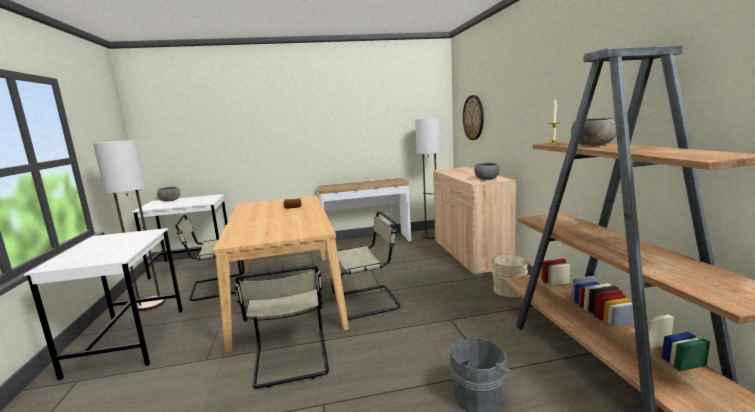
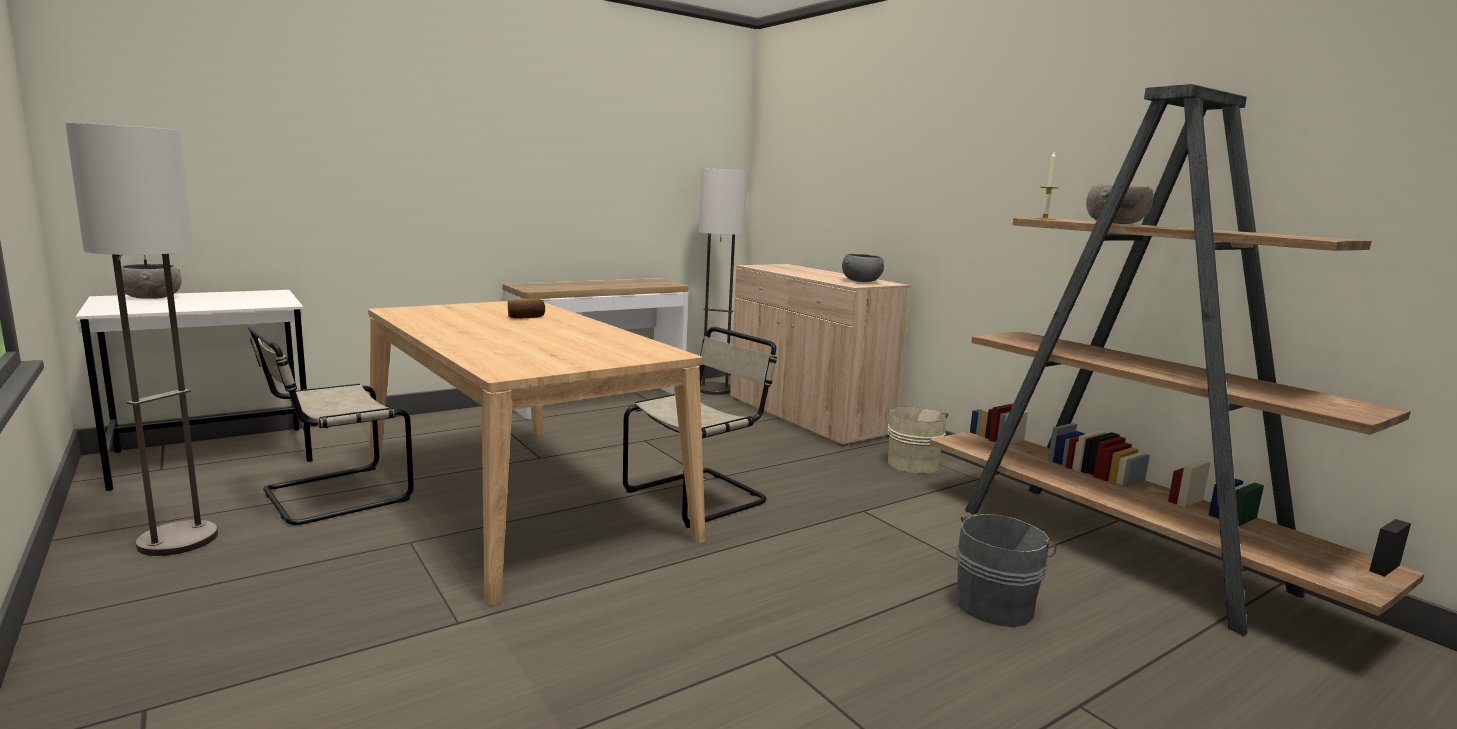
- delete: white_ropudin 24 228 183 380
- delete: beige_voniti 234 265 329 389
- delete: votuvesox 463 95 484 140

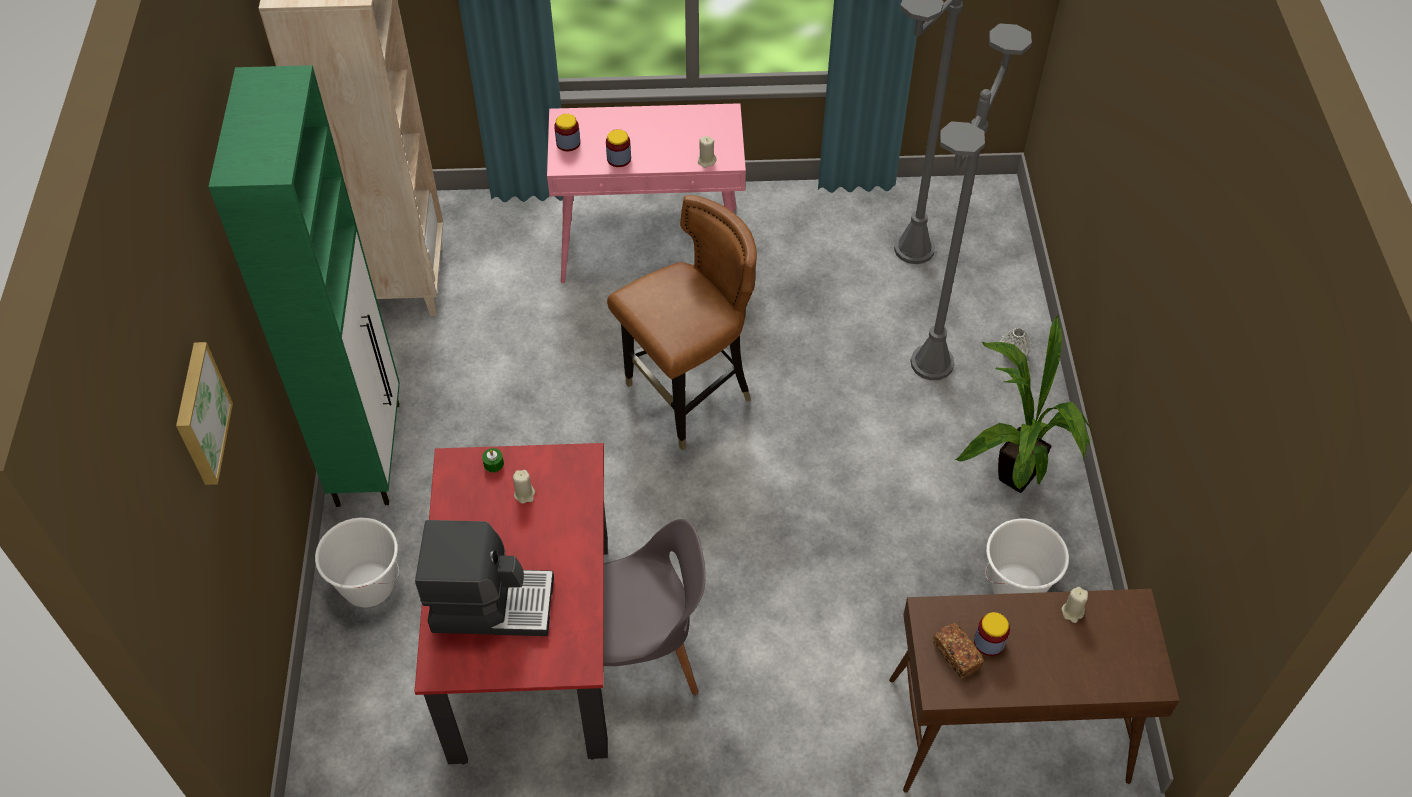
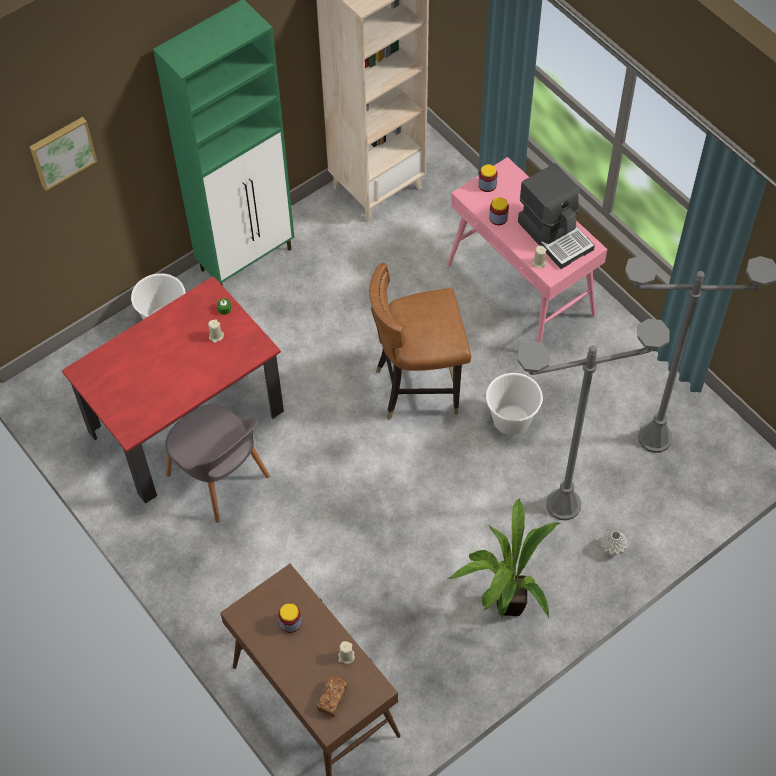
- move: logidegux 415 520 554 636 to 518 163 595 269
- move: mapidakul 933 623 984 679 to 317 676 348 717
- move: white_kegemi 985 519 1069 594 to 484 373 544 435
- rotate: brown_voniti 607 195 757 450 = 369 263 471 420 150 degrees clockwise

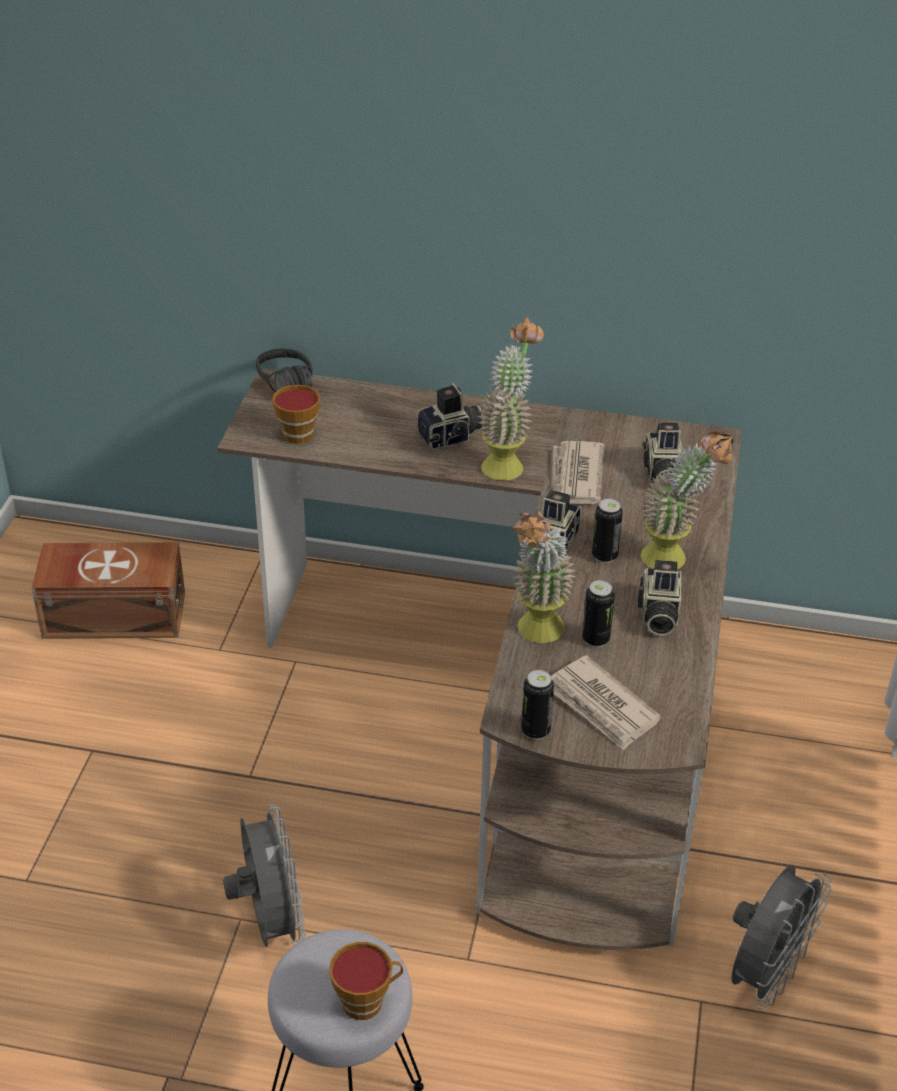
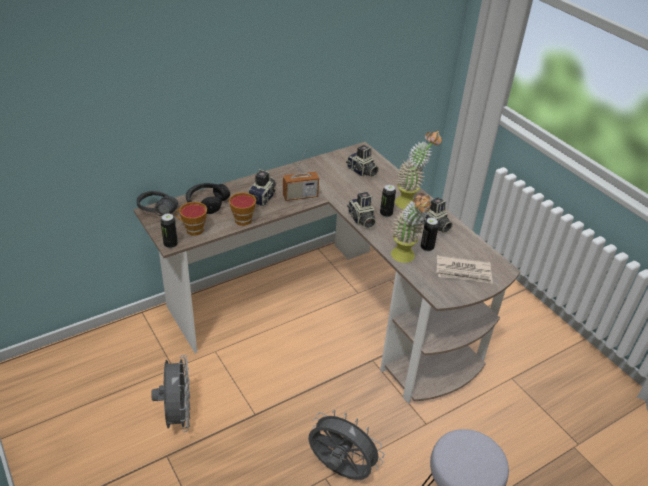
- delete: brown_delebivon 31 542 185 639
- delete: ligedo 553 441 605 504
- insert: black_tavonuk 186 183 230 214
- move: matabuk 329 942 403 1020 to 229 193 256 226
- move: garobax 521 670 554 740 to 160 214 178 249
- move: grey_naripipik 732 865 832 1009 to 151 355 190 432
- replace: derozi 477 317 544 480 to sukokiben 283 150 319 201

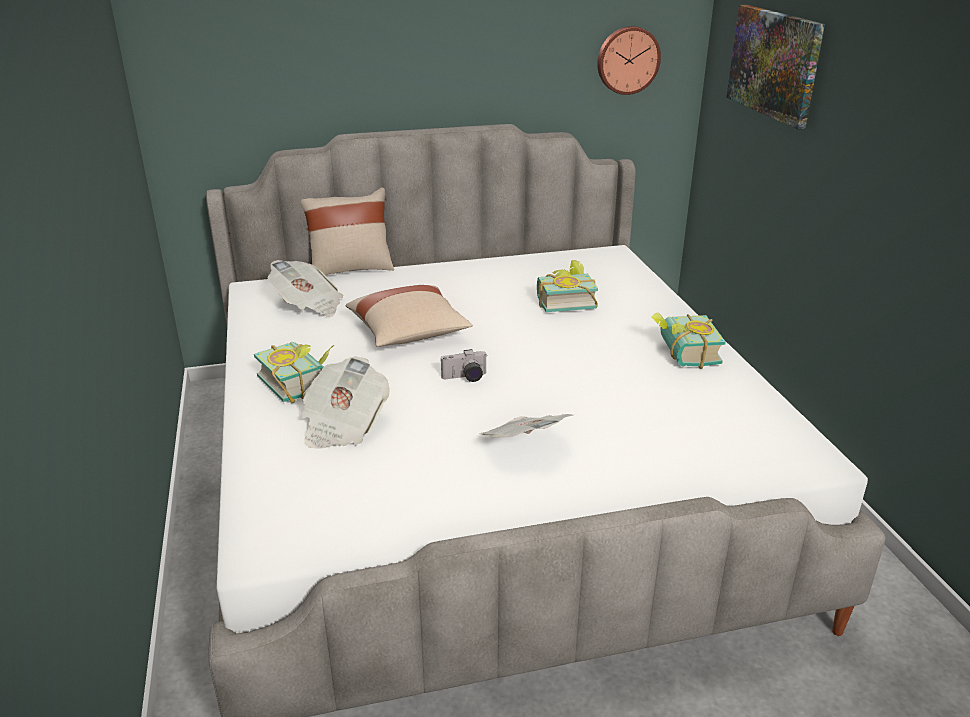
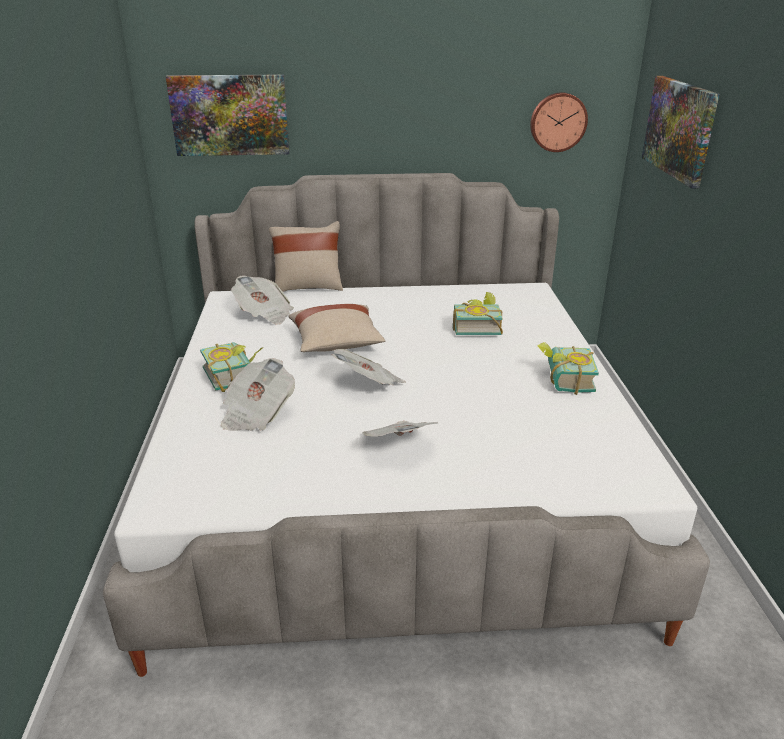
- insert: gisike 166 74 290 156
- replace: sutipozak 441 349 487 382 to ligedo 331 349 406 385

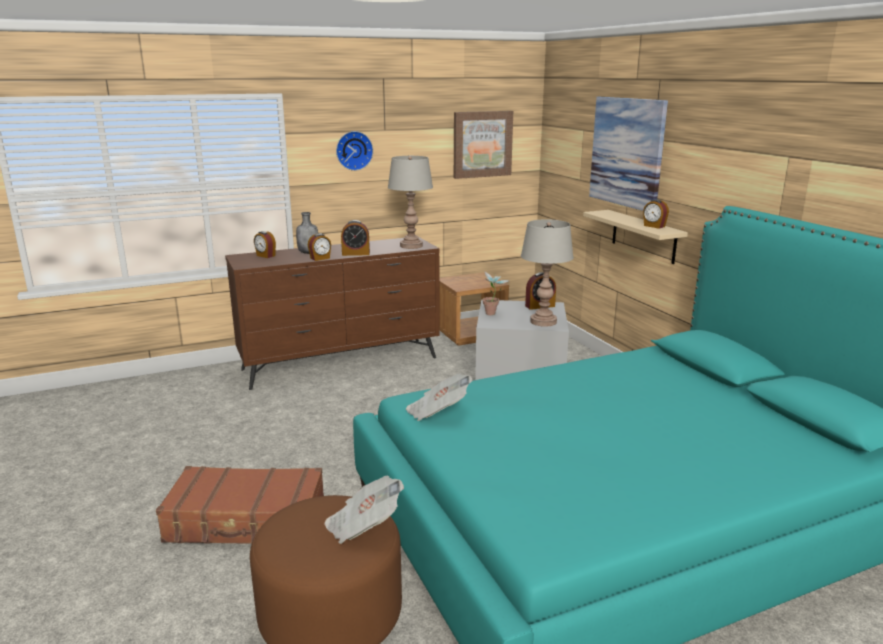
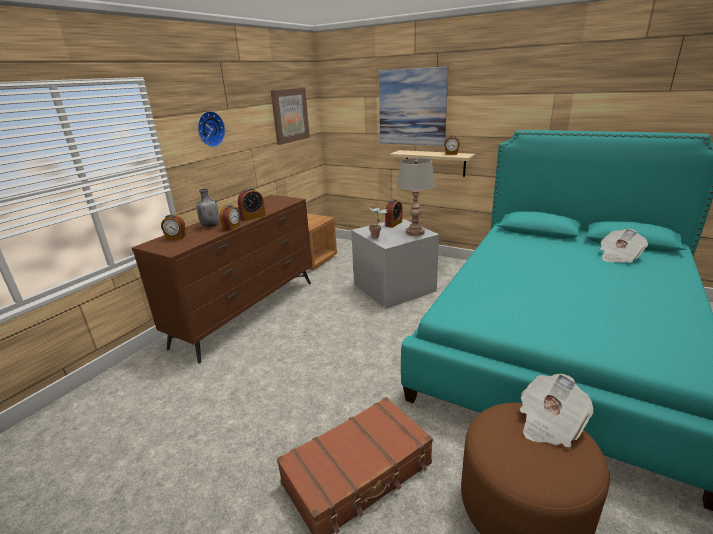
- delete: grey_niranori 388 156 433 249
- move: ligedo 406 373 473 421 to 600 229 648 263

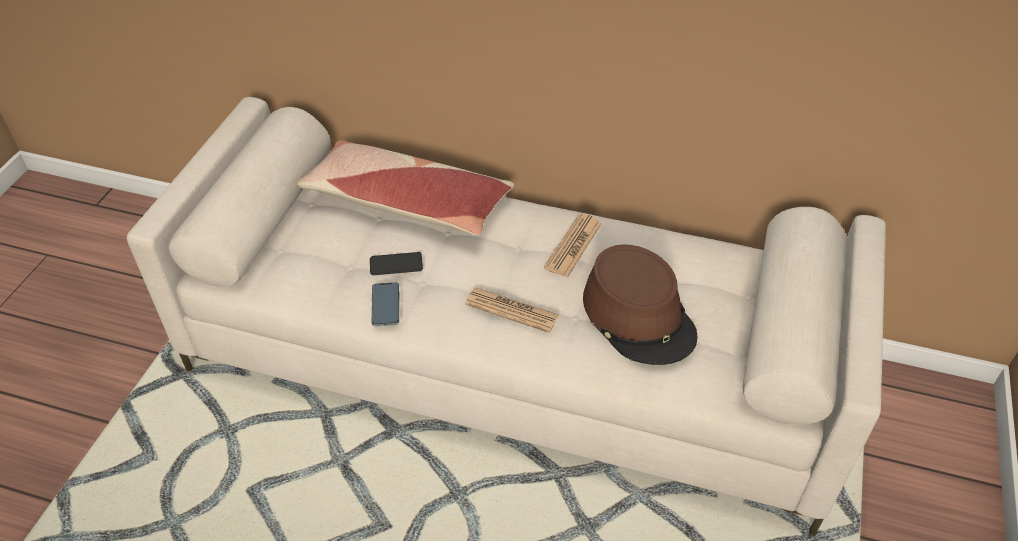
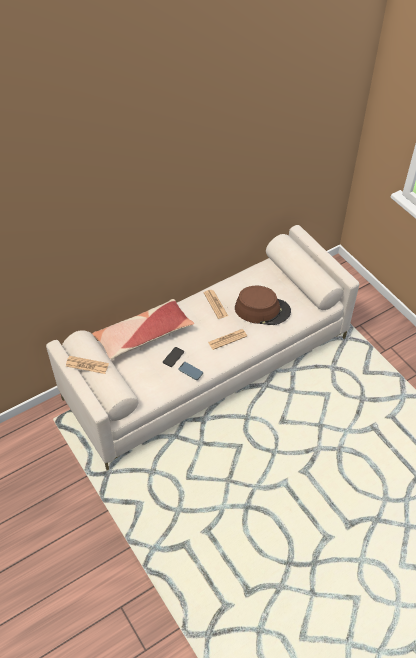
- insert: ligedo 66 356 109 374

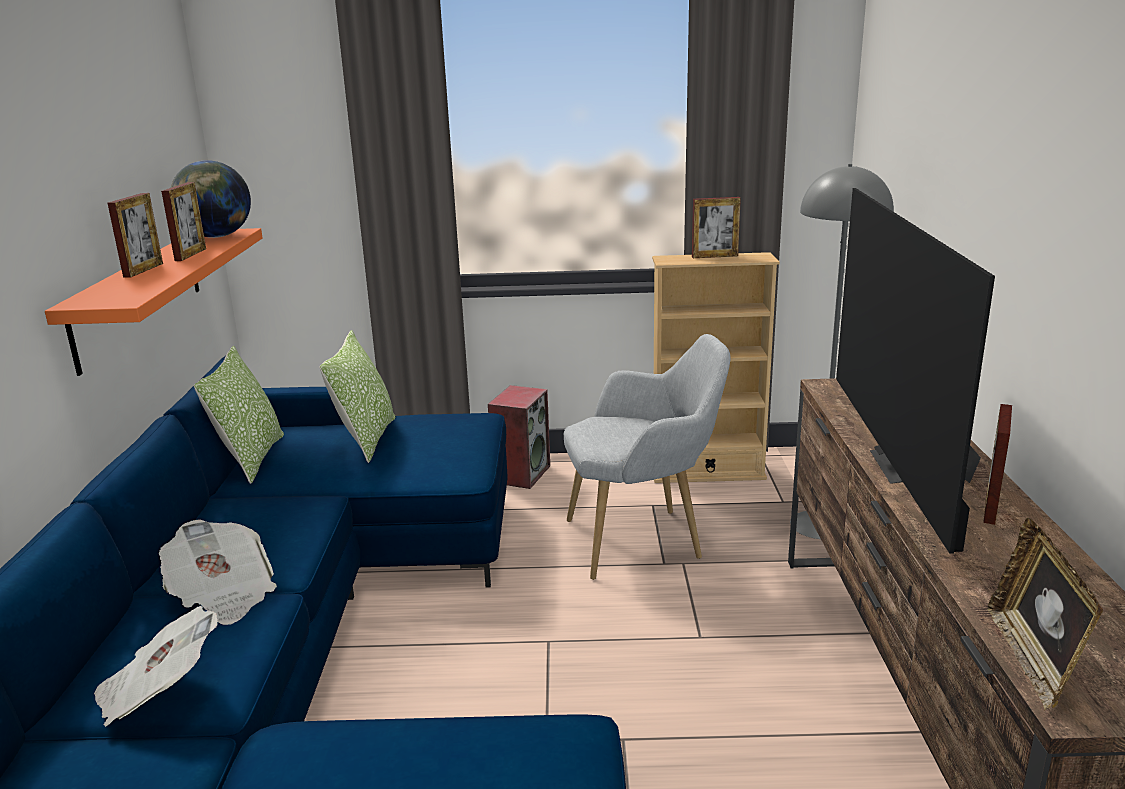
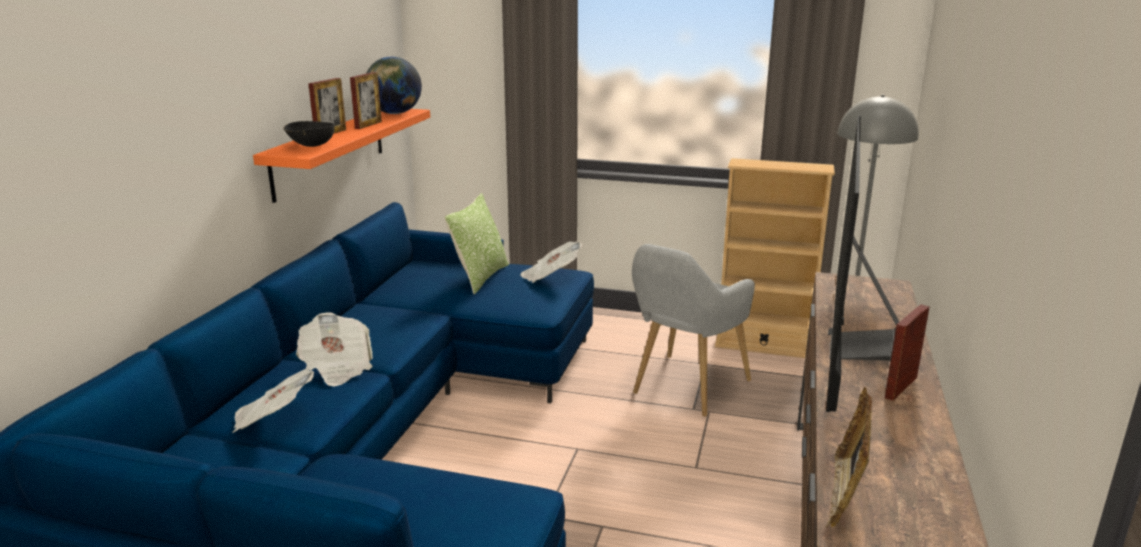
- delete: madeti 194 346 284 484
- delete: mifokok 488 385 550 489
- delete: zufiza 692 197 741 258
- insert: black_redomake 284 121 334 147
- insert: ligedo 520 241 583 283
- rotate: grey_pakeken 564 334 730 580 = 632 244 755 417 120 degrees clockwise

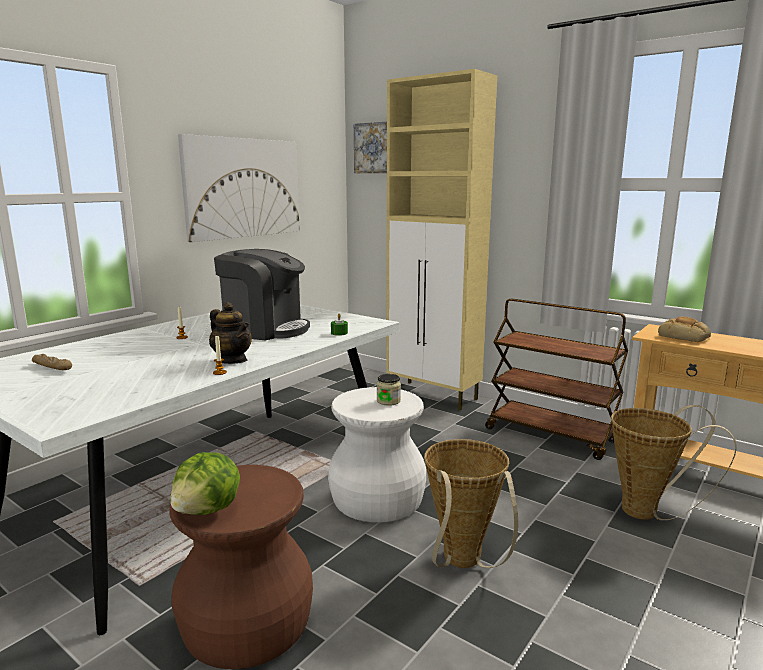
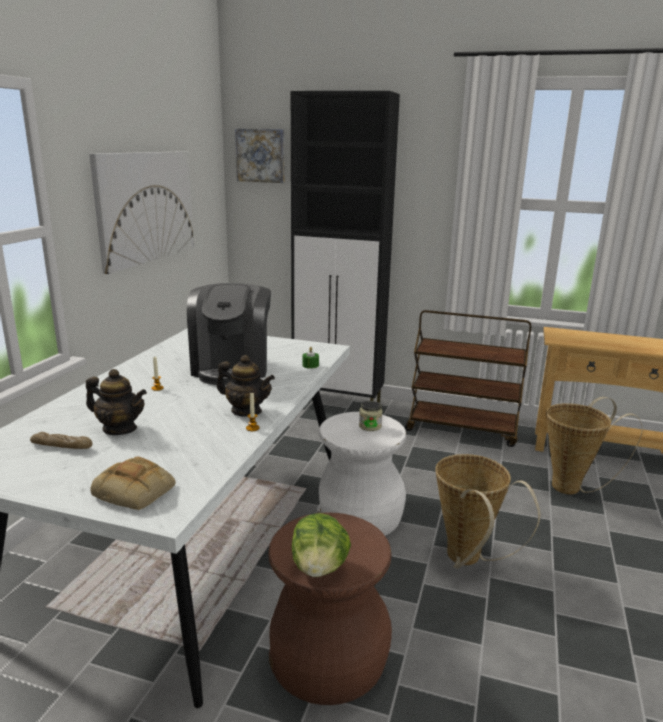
- insert: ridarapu 86 369 147 435
- move: mapidakul 658 316 711 342 to 90 456 176 510
- recolor: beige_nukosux 386 69 497 410 to black_nukosux 291 91 400 403
- rotate: logidegux 214 249 310 341 = 187 283 271 385 90 degrees clockwise

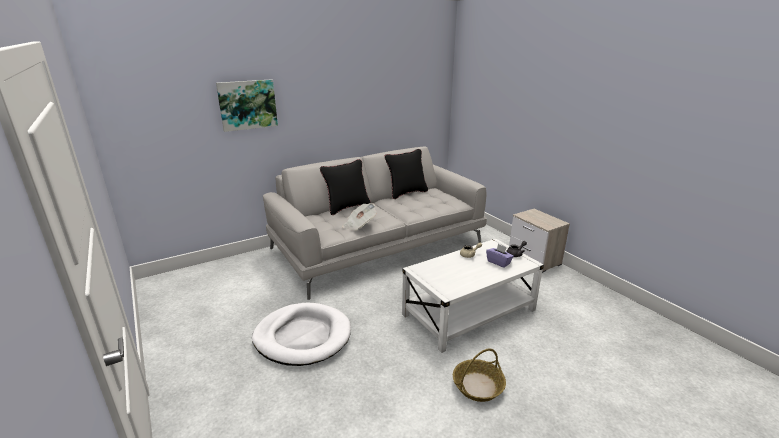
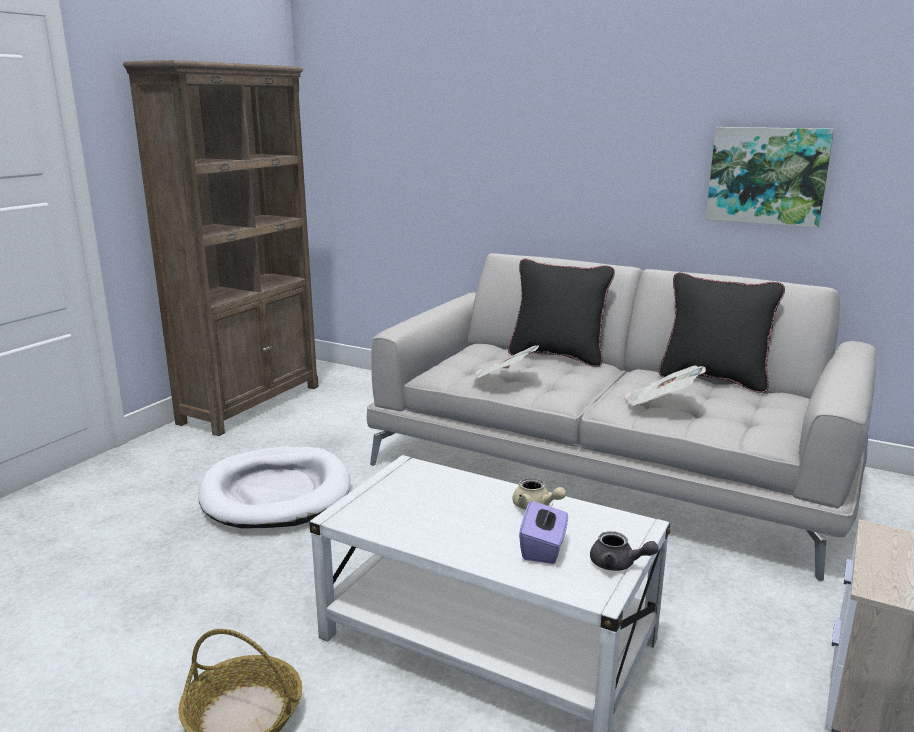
- insert: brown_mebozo 123 60 318 436
- insert: ligedo 625 365 706 407
- move: gisike 216 79 278 132 to 706 127 834 228

